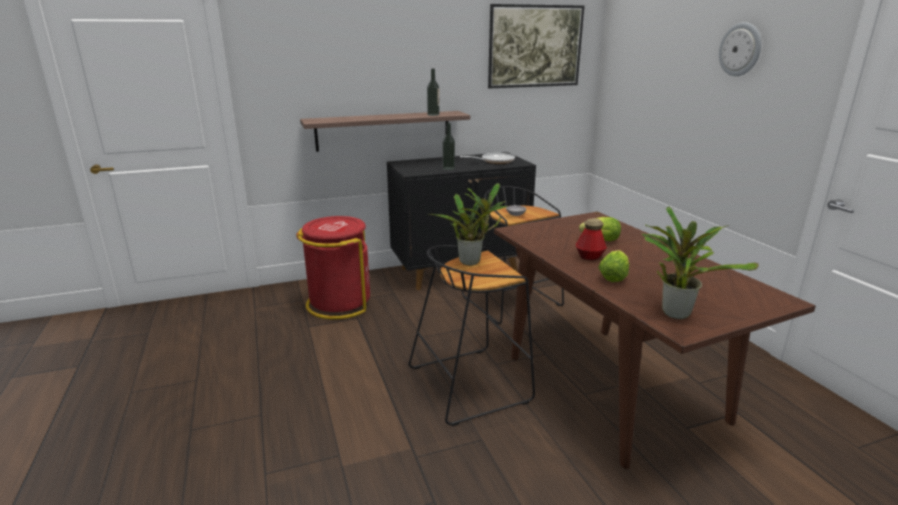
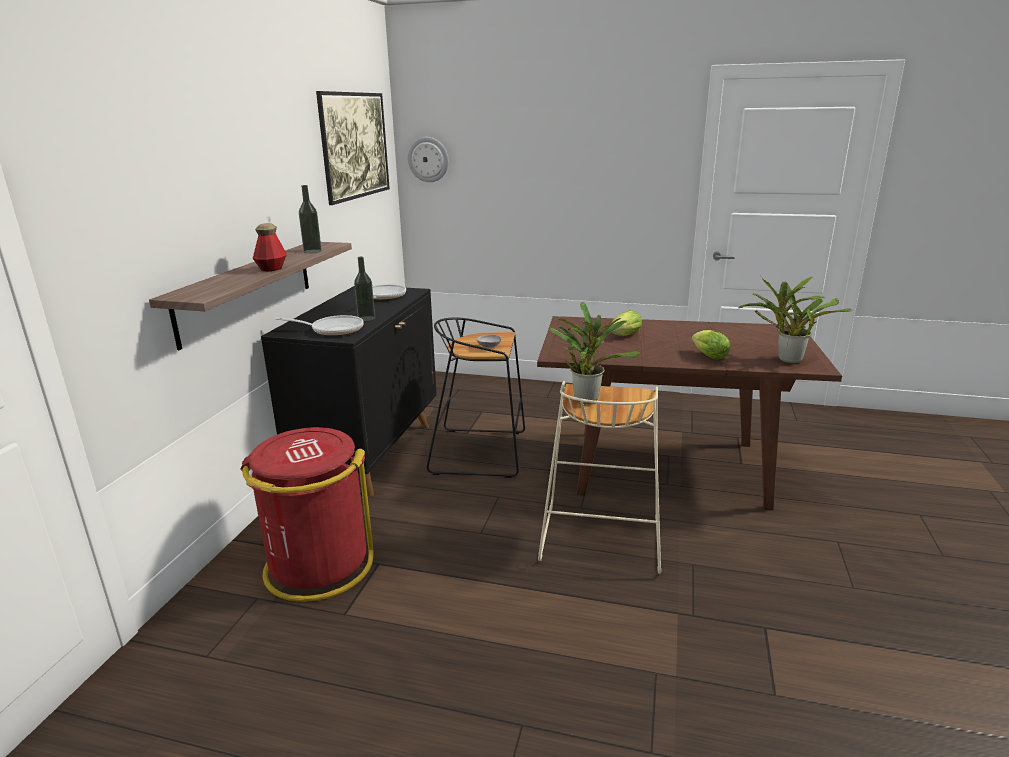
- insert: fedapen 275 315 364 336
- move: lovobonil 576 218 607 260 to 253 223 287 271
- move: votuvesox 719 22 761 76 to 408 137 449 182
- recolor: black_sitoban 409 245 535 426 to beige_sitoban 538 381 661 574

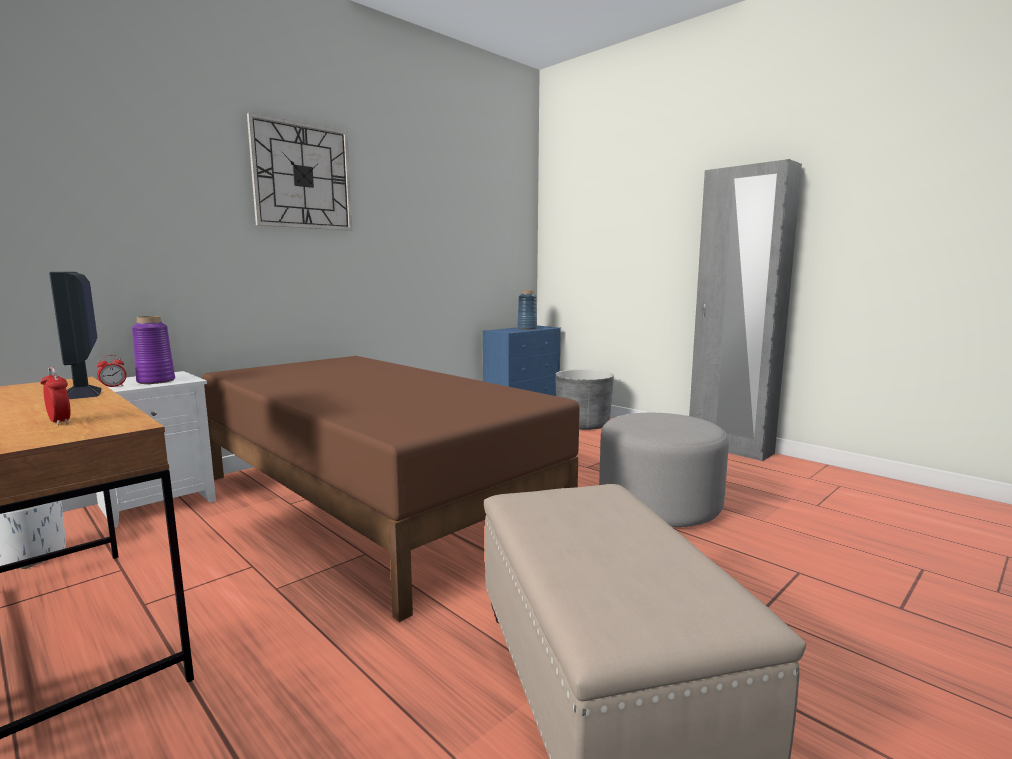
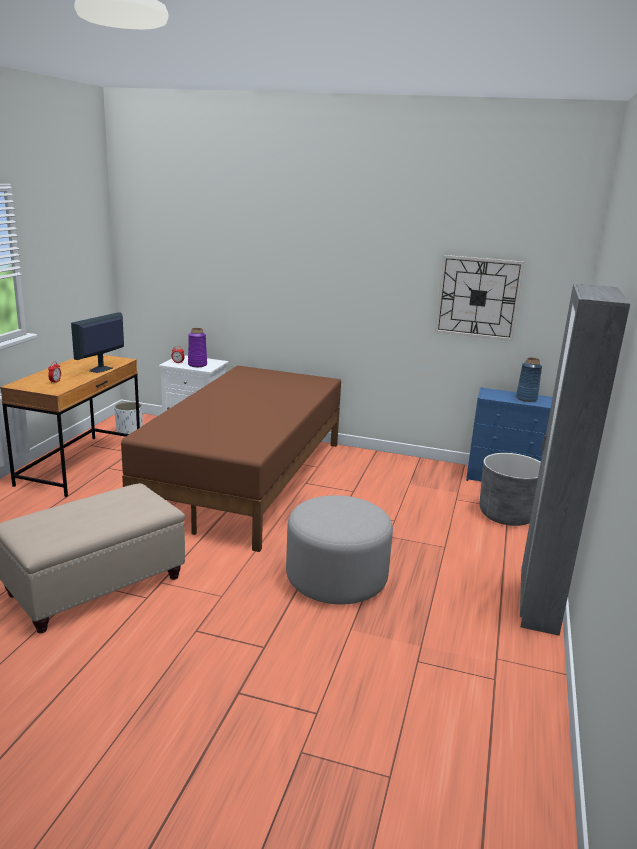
- move: votuvesox 247 113 352 231 to 435 255 524 341

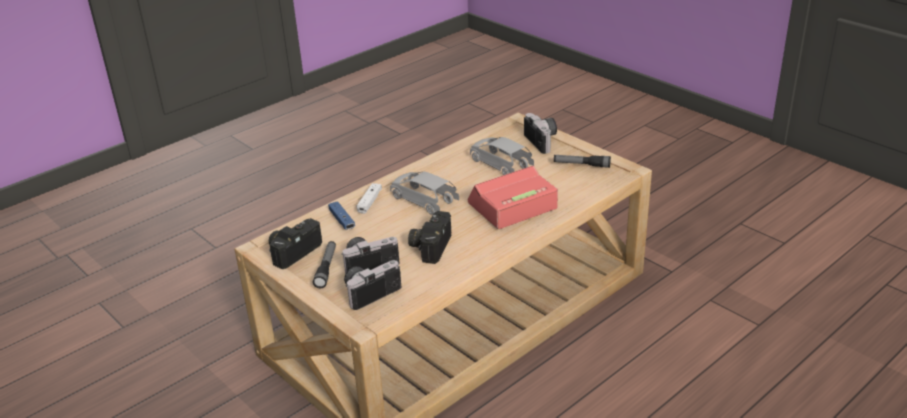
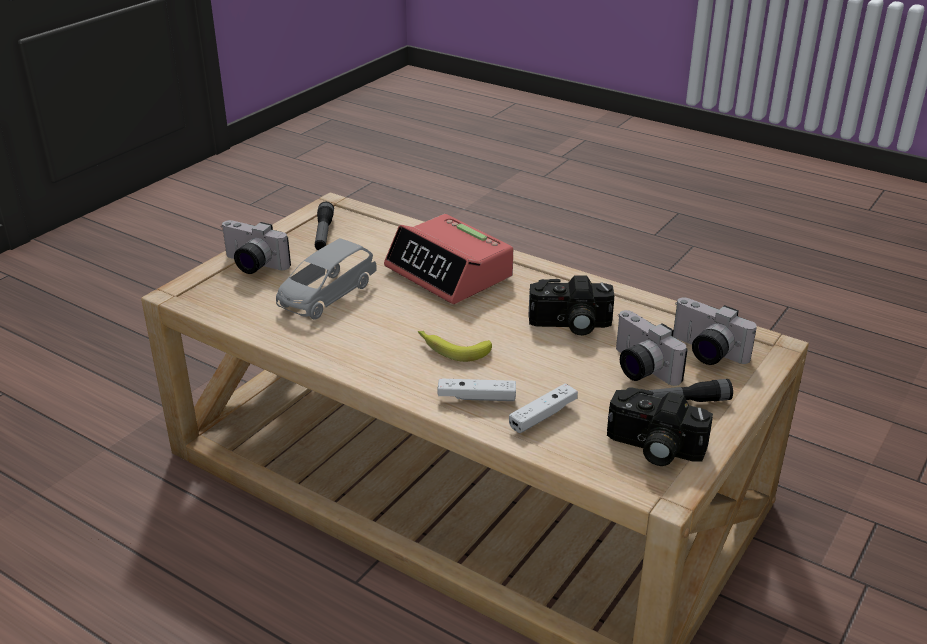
- replace: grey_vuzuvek 390 172 459 215 to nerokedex 418 331 492 362
- recolor: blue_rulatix 328 201 355 230 to white_rulatix 509 383 578 433
- rotate: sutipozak 524 113 557 154 = 221 220 291 274 120 degrees counterclockwise

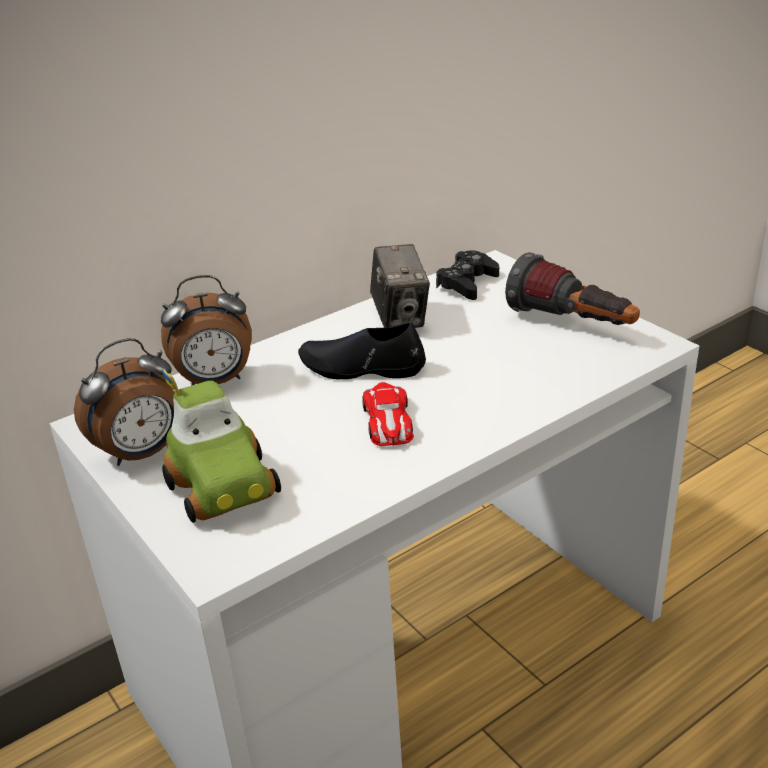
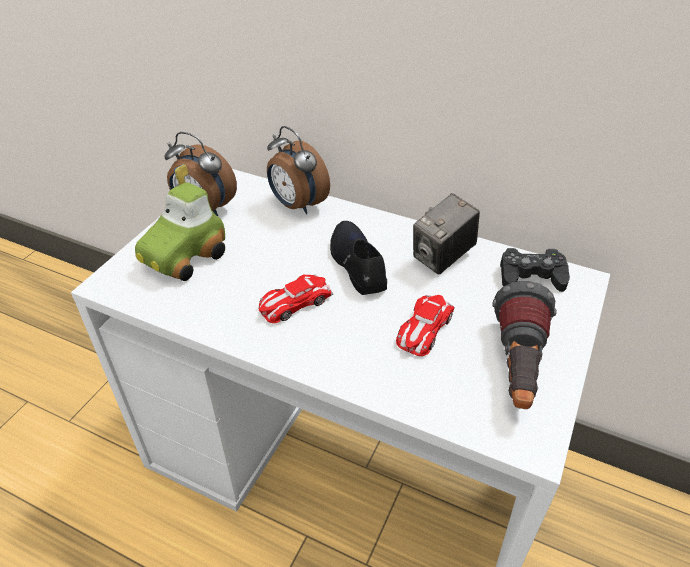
- insert: vuzuvek 396 295 455 356

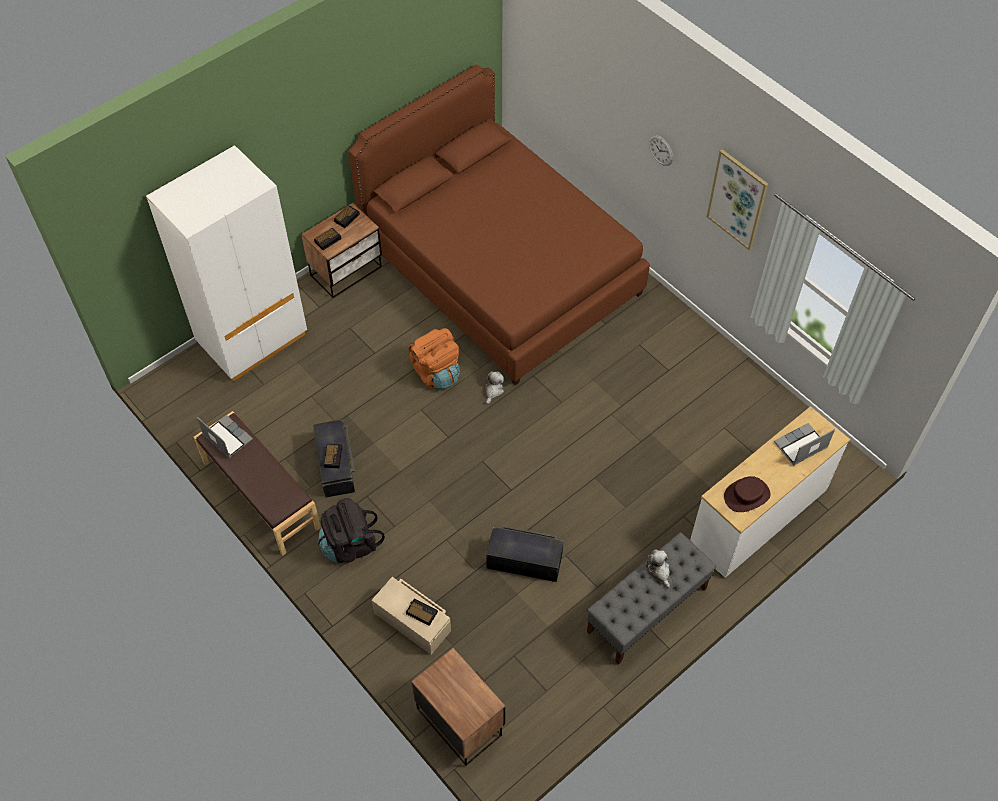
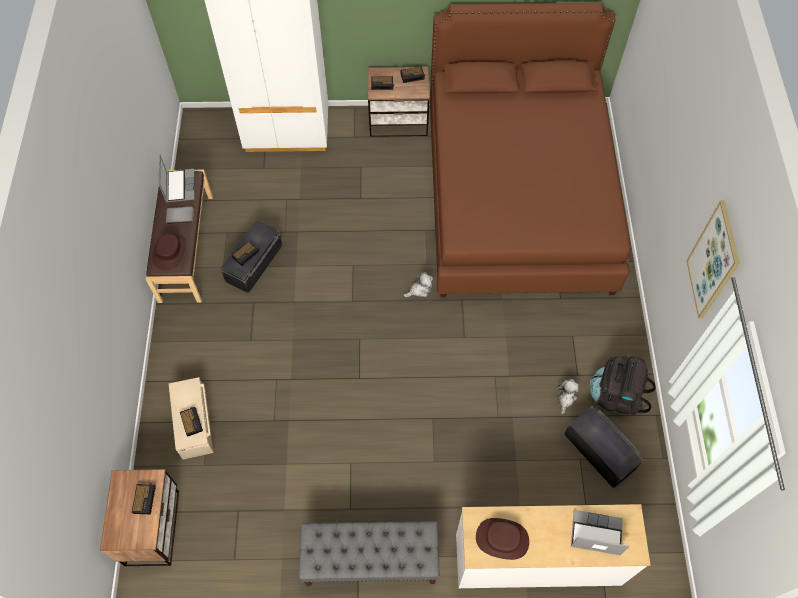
- delete: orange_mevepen 409 328 460 389
- delete: votuvesox 648 135 673 166
- insert: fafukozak 132 483 156 514
- insert: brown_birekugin 152 234 186 270
- insert: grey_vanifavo 166 207 194 224
- move: black_mevepen 318 498 385 563 to 590 356 656 416
- move: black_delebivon 486 526 564 582 to 564 406 644 489
- move: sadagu 646 550 670 589 to 556 379 579 414

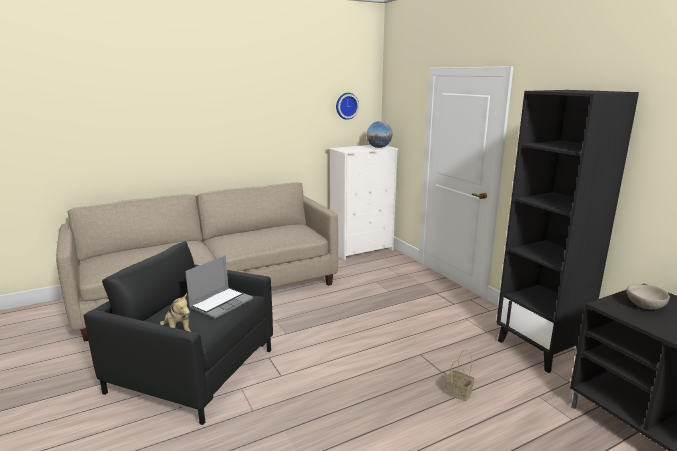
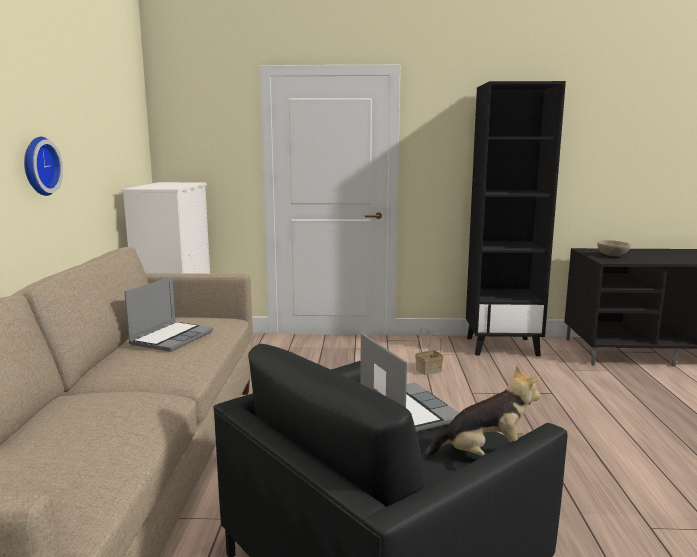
- delete: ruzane 366 121 392 148
- insert: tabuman 124 277 214 352
- move: votuvesox 336 93 359 120 to 24 137 63 196
- move: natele 446 349 474 401 to 415 327 443 375

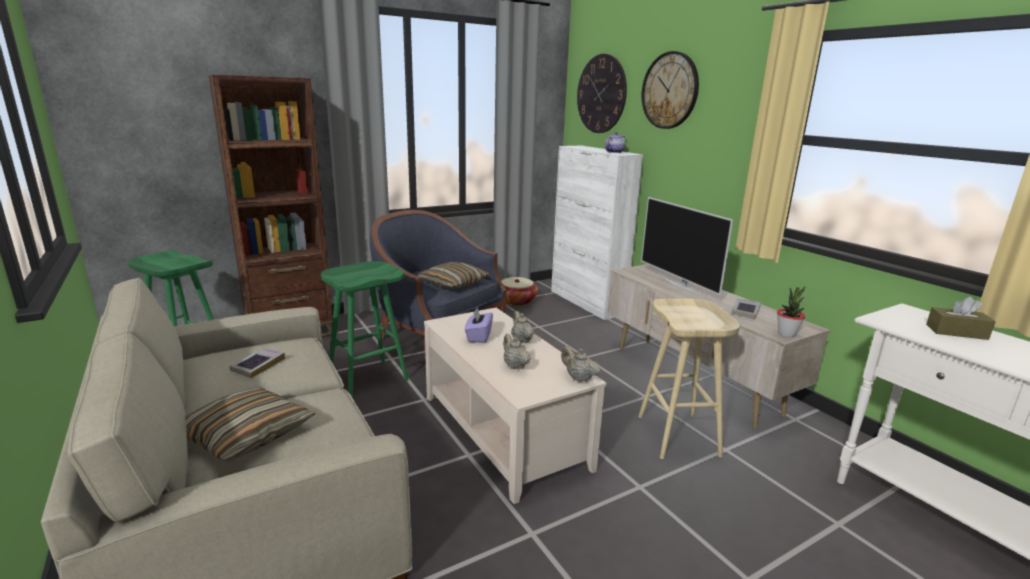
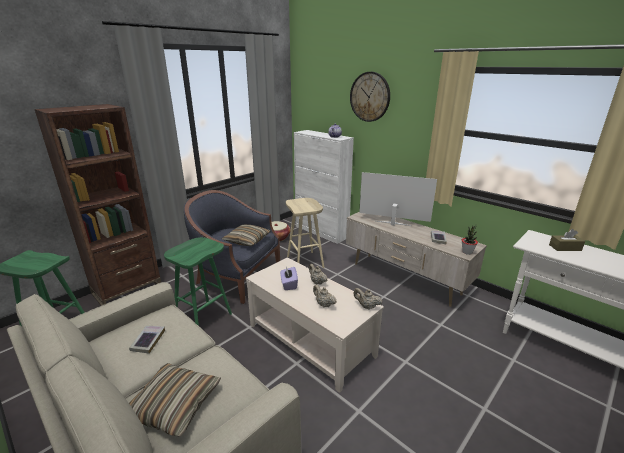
- delete: votuvesox 577 54 627 133
- move: beige_sitoban 638 299 740 459 to 286 198 324 268
- rotate: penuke 641 197 733 295 = 359 172 437 226 150 degrees clockwise

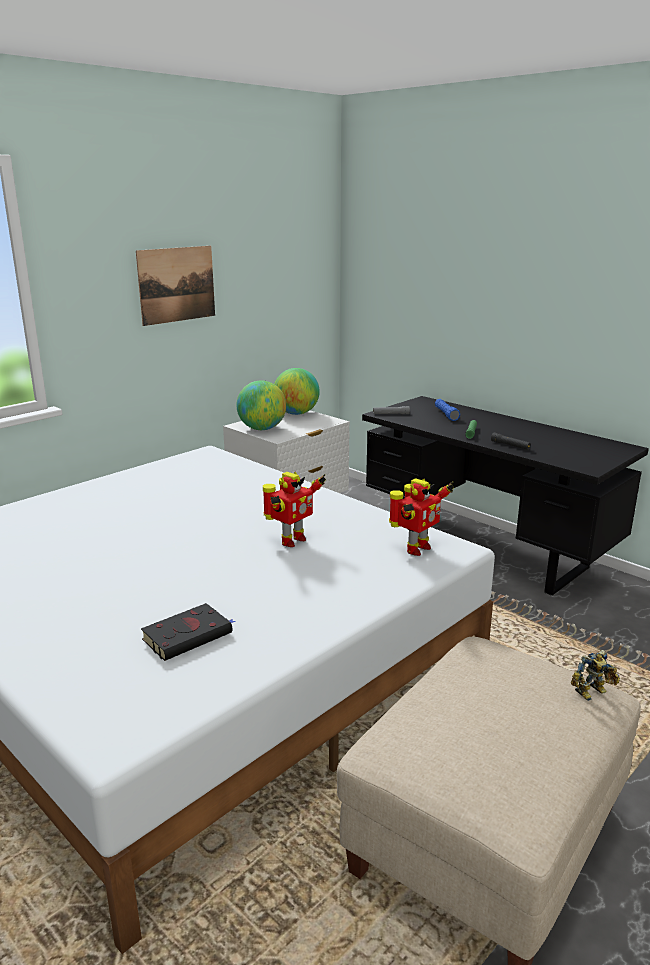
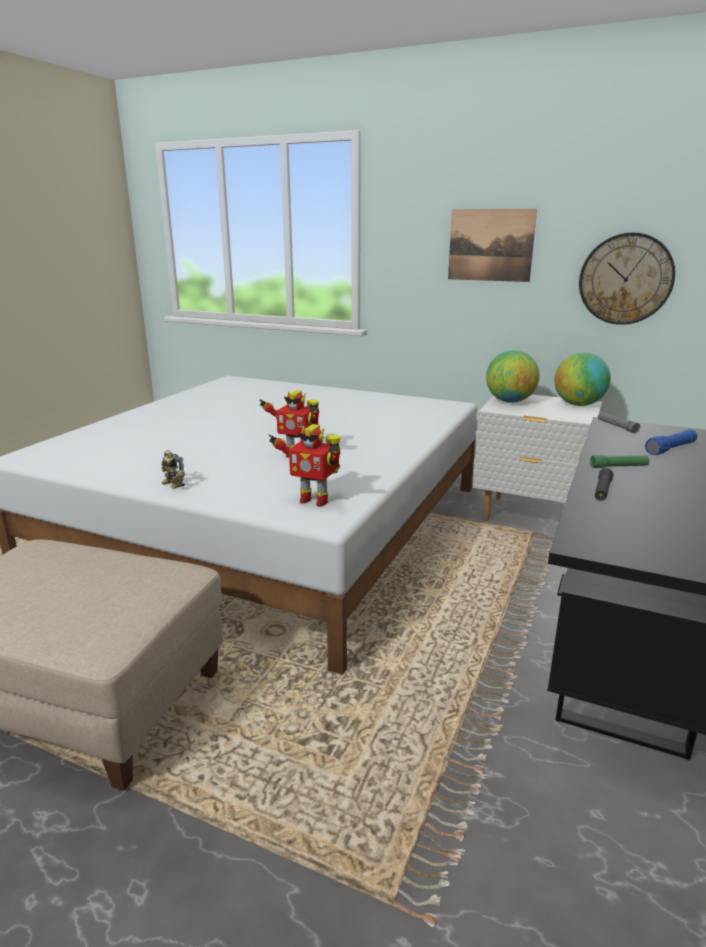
- delete: black_vanifavo 141 603 236 661
- insert: votuvesox 579 232 675 325
- move: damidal 571 650 620 701 to 161 450 185 489

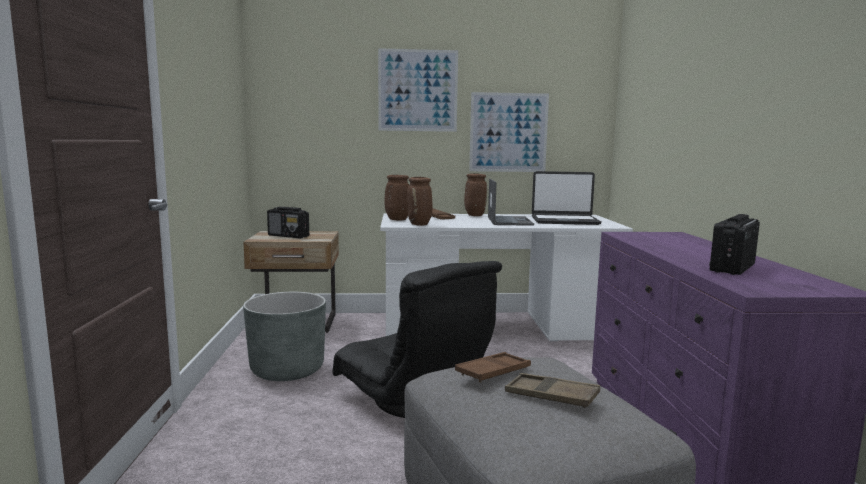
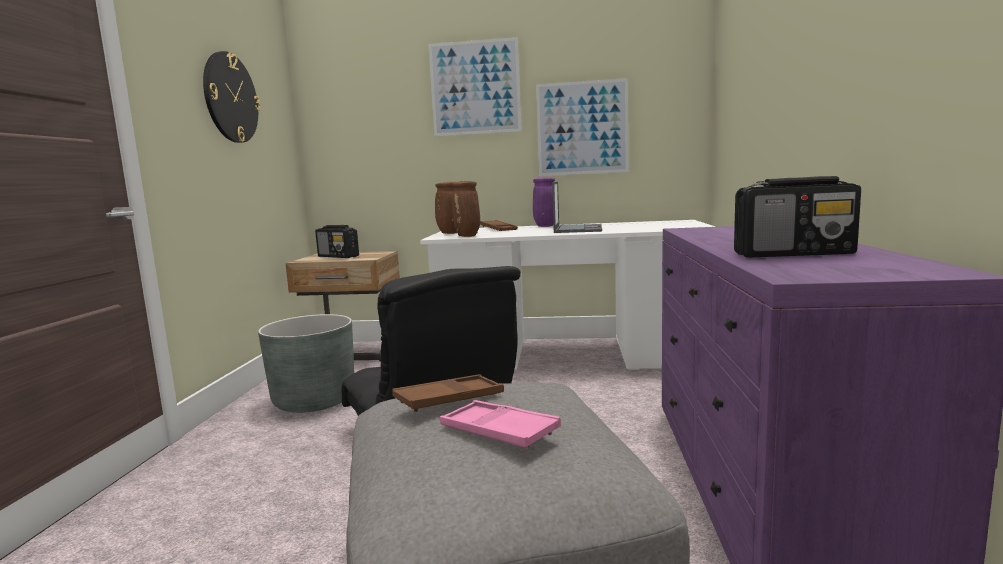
- delete: tabuman 532 171 601 225
- insert: votuvesox 203 51 261 143
- recolor: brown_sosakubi 464 173 487 216 to purple_sosakubi 533 177 555 227
- recolor: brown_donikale 505 373 600 408 to pink_donikale 440 400 561 449
- rotate: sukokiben 709 214 760 275 = 734 176 861 257 135 degrees counterclockwise

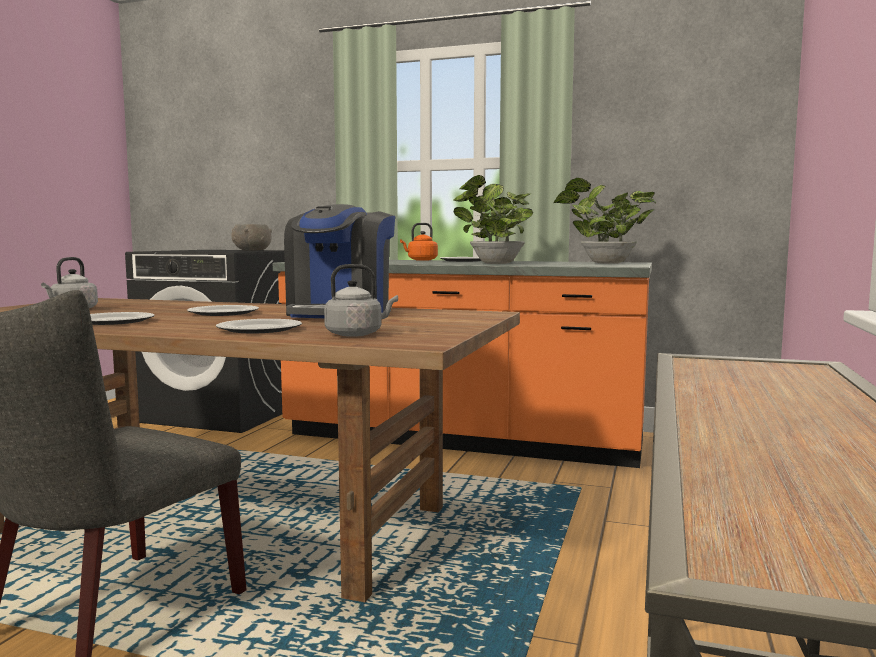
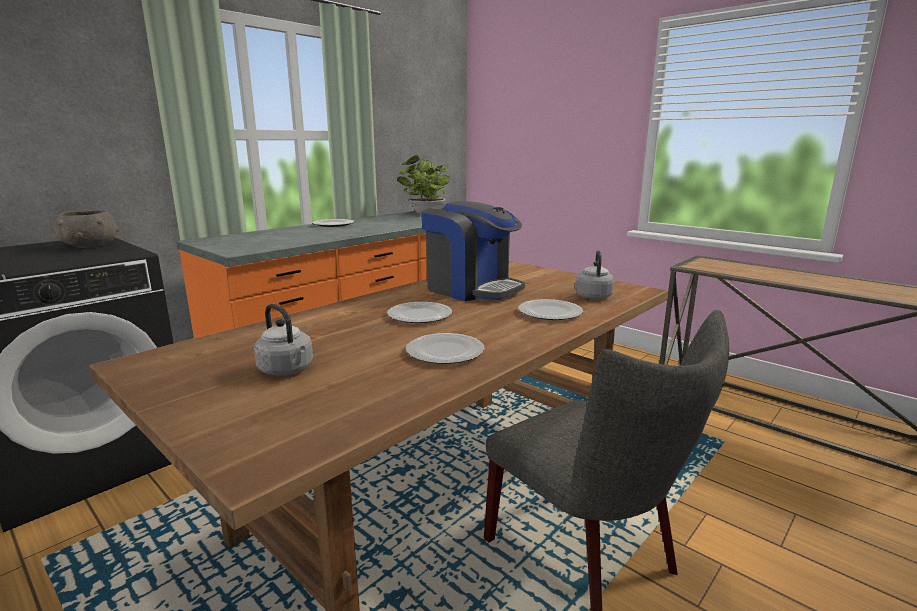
- delete: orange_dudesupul 400 223 438 261
- delete: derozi 453 175 533 264

